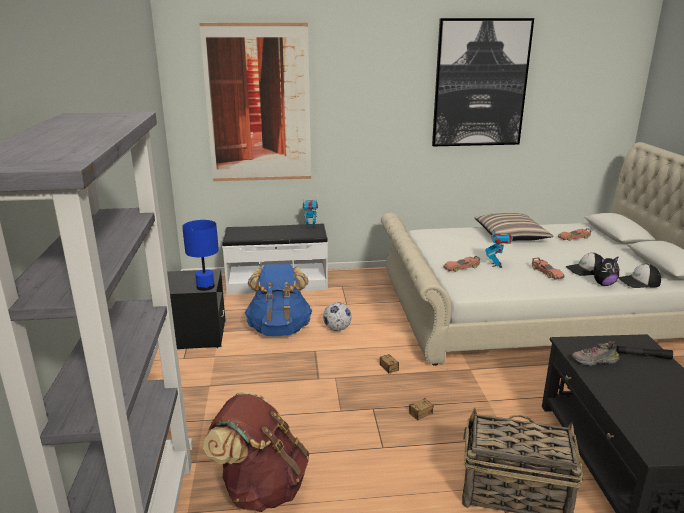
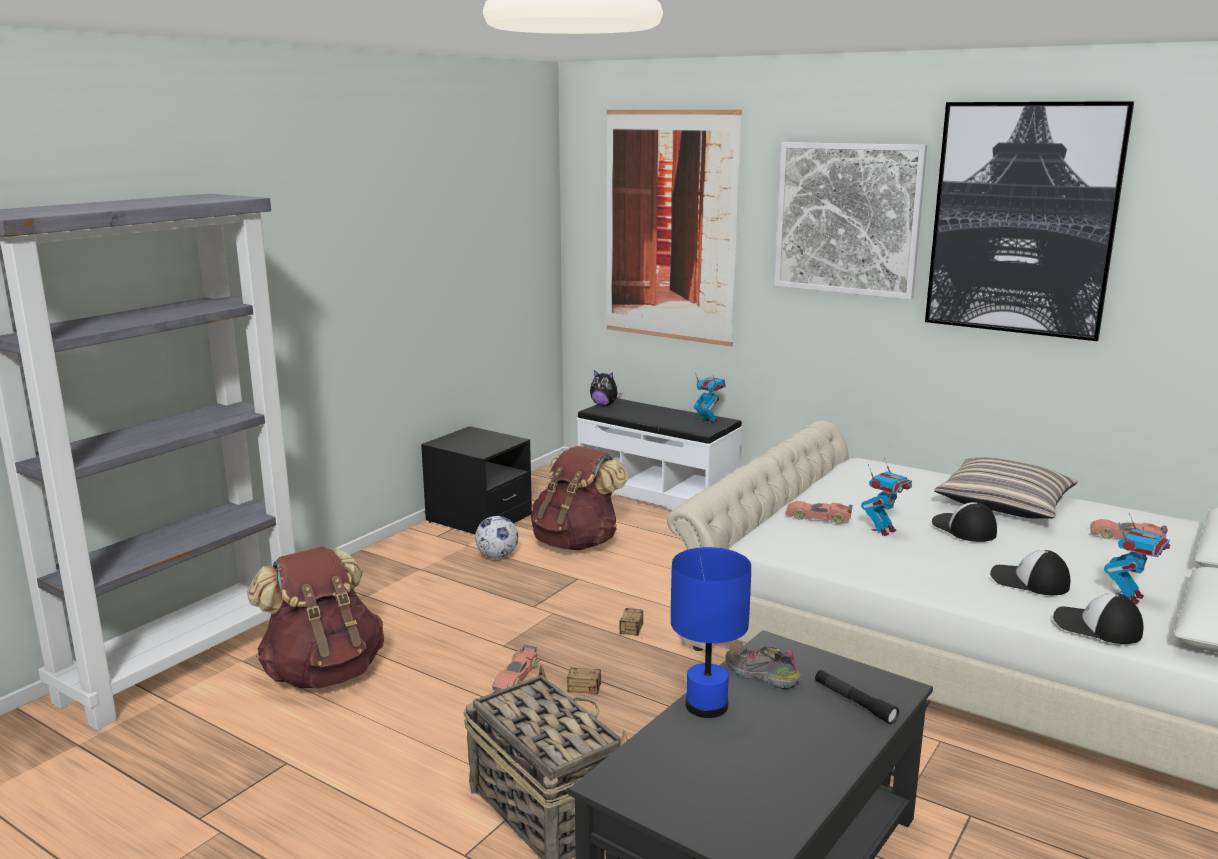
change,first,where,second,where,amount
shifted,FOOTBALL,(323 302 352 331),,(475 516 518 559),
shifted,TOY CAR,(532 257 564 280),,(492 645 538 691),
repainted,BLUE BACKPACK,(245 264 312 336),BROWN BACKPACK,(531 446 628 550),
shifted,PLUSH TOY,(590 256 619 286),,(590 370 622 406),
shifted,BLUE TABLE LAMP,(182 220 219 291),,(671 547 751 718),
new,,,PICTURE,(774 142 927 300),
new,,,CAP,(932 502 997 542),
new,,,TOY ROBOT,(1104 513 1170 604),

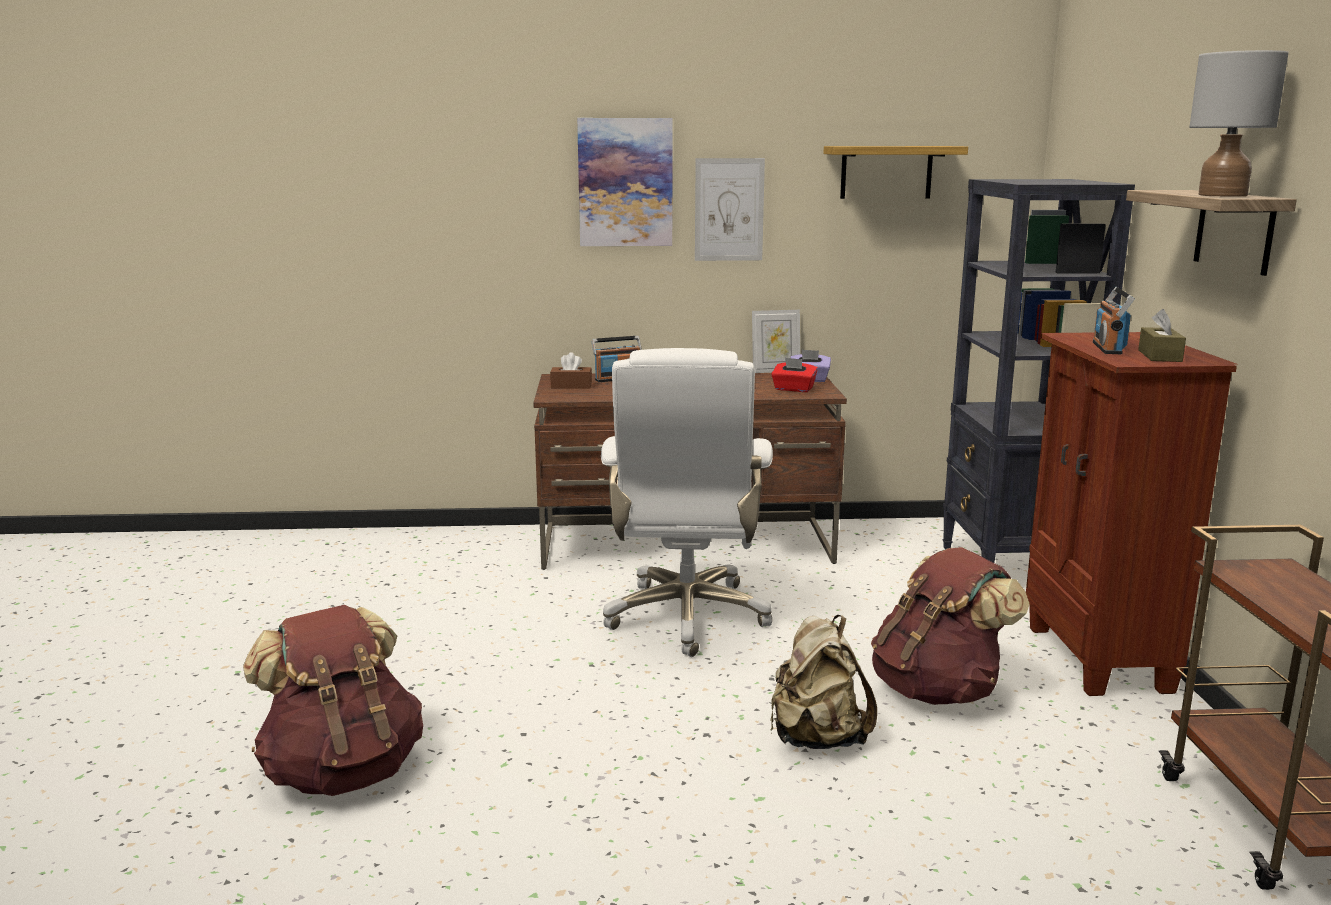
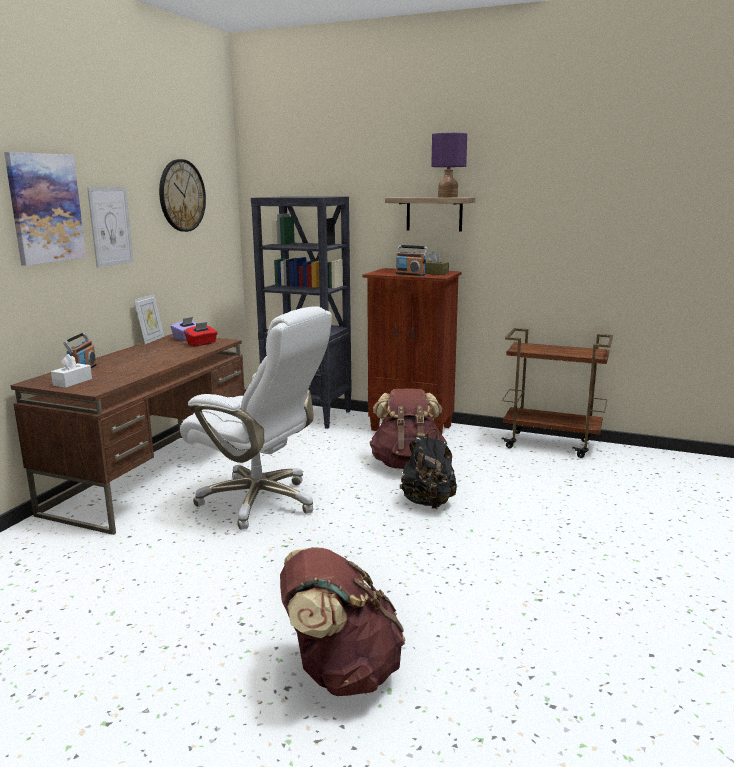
change,first,where,second,where,amount
repainted,BROWN TISSUE BOX,(550 353 592 389),WHITE TISSUE BOX,(51 354 92 388),
swapped,SHELF,(823 146 968 199),WALL CLOCK,(159 159 206 232),
repainted,BEIGE BACKPACK,(770 615 877 749),BLACK BACKPACK,(400 429 457 509),
repainted,GREY TABLE LAMP,(1189 50 1289 197),PURPLE TABLE LAMP,(431 133 467 197),

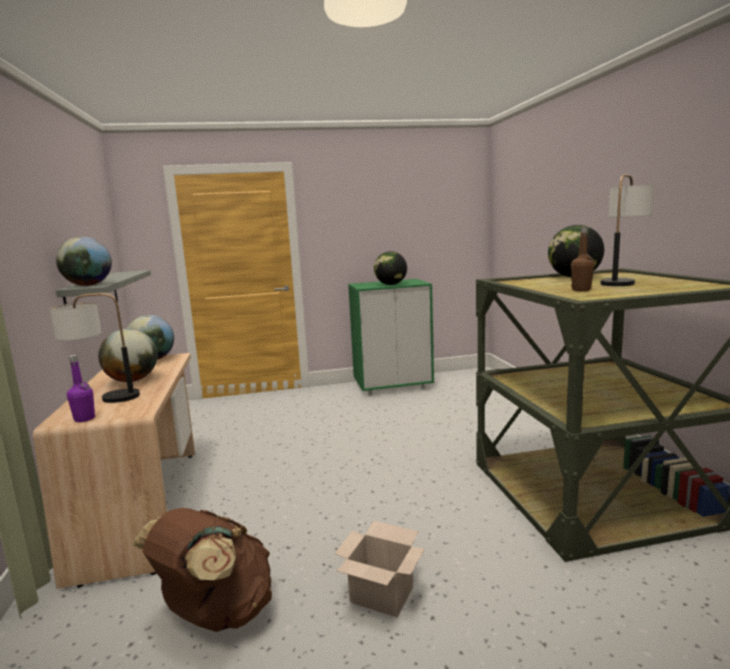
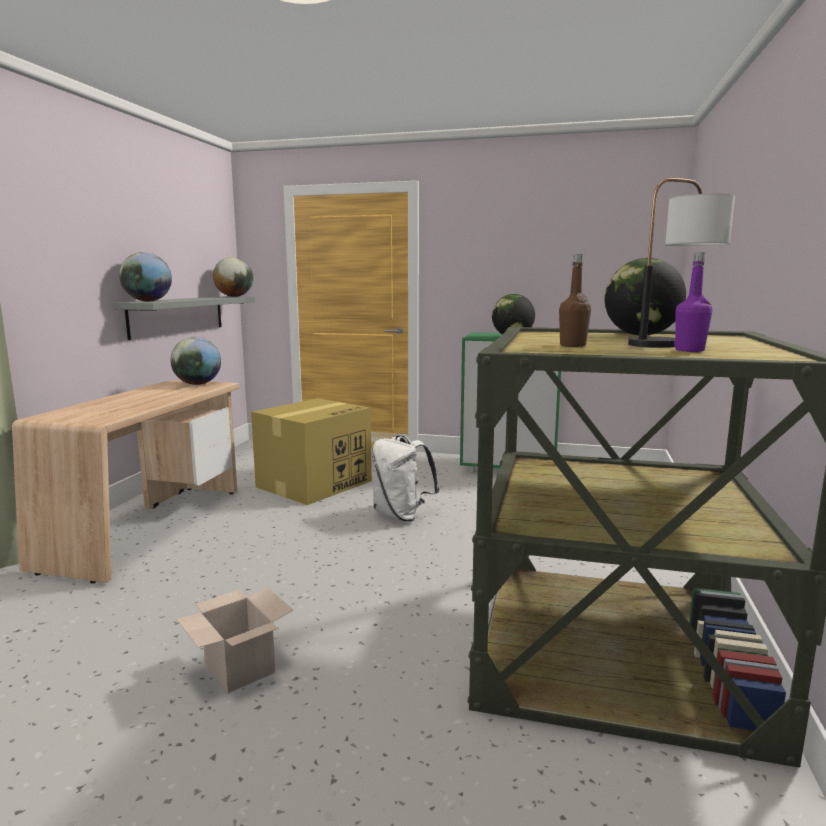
change,first,where,second,where,amount
shifted,GLOBE,(98 329 158 382),,(213 257 253 297),
new,,,CARDBOARD BOX,(251 398 372 505),
new,,,WHITE BACKPACK,(371 435 440 522),
shifted,PURPLE BOTTLE,(67 355 95 422),,(674 252 712 352),
gone,TABLE LAMP,(50 293 140 403),,,
gone,BROWN BACKPACK,(133 508 272 632),,,

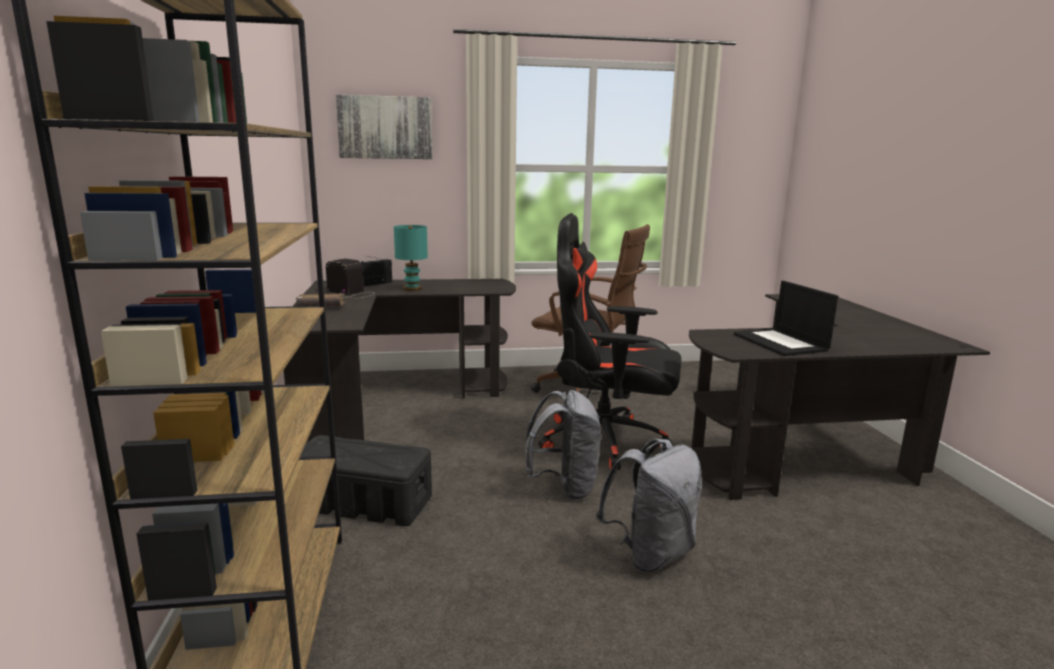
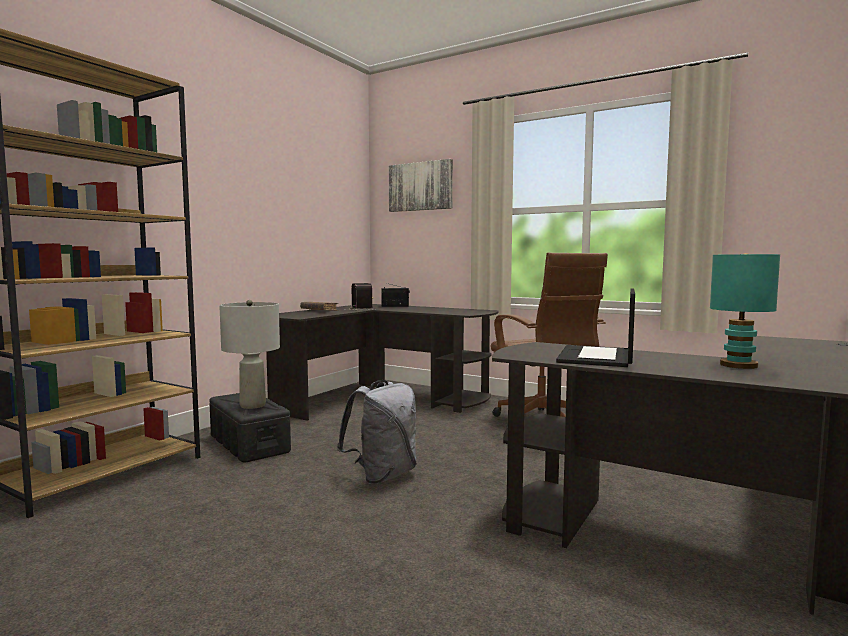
change,first,where,second,where,amount
new,,,GREY TABLE LAMP,(219 300 280 409),
shifted,TURQUOISE TABLE LAMP,(394 225 428 291),,(710 253 780 369),
gone,BLACK OFFICE CHAIR,(539 213 682 470),,,
gone,GREY BACKPACK,(596 439 702 572),,,

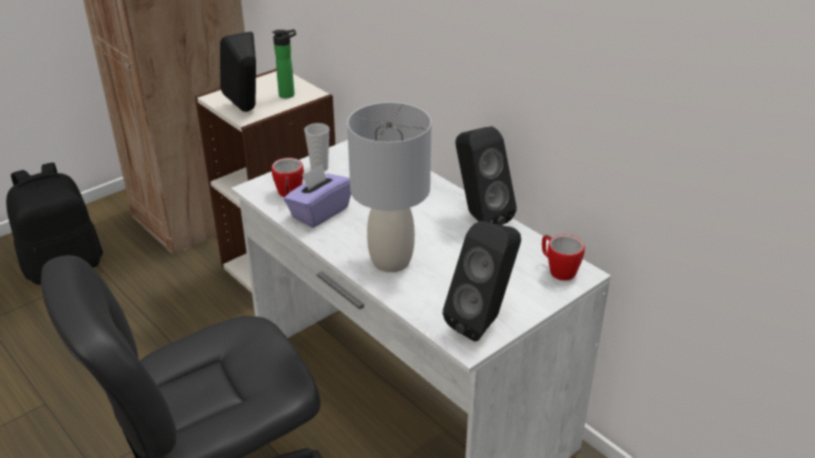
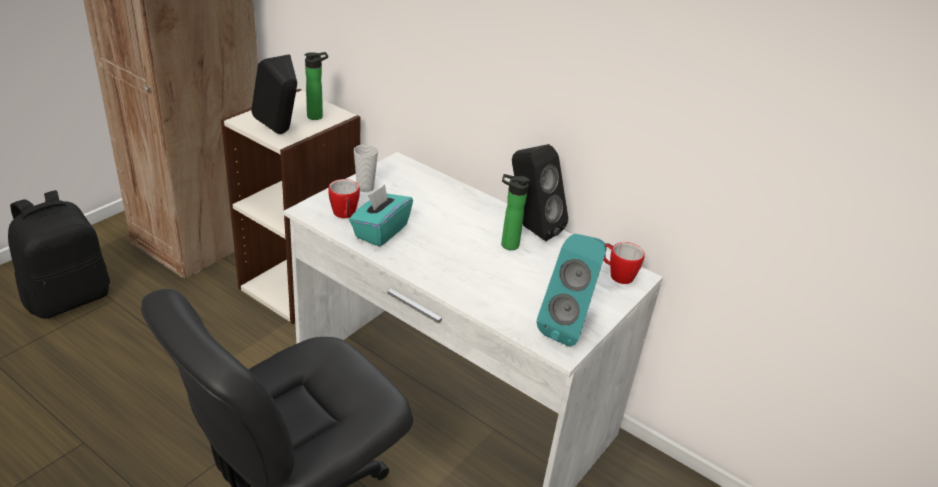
change,first,where,second,where,amount
repainted,PURPLE TISSUE BOX,(284 164 351 228),TURQUOISE TISSUE BOX,(349 185 413 247),
new,,,BOTTLE,(501 174 530 250),
repainted,BLACK SPEAKER,(443 221 521 341),TURQUOISE SPEAKER,(537 234 607 346),
gone,GREY TABLE LAMP,(347 102 432 272),,,

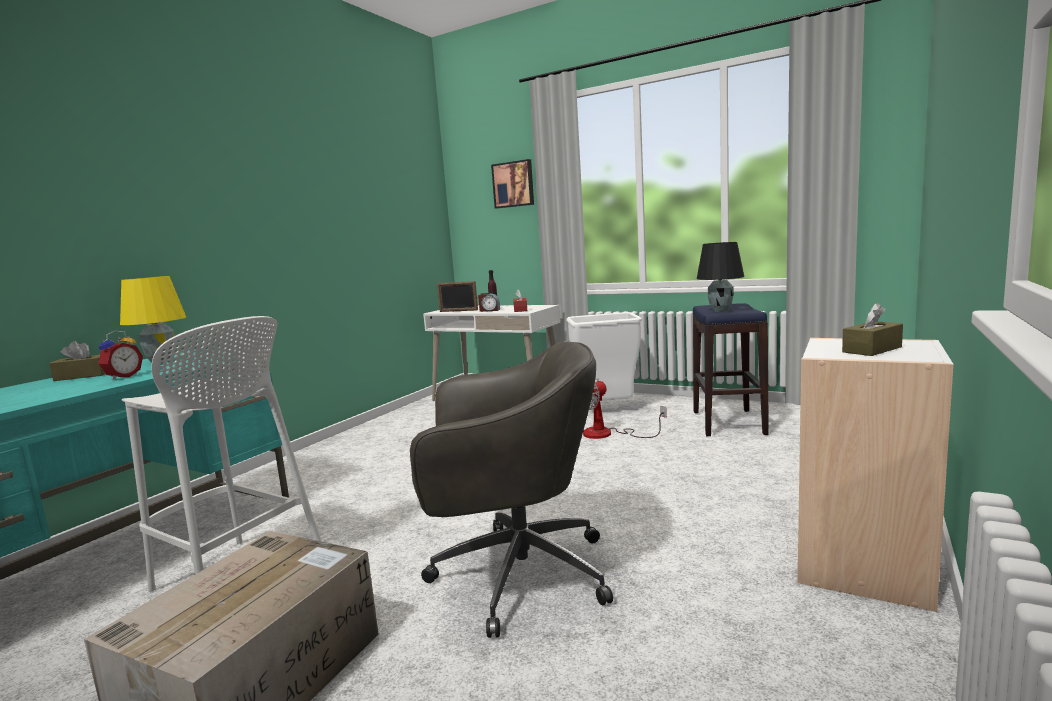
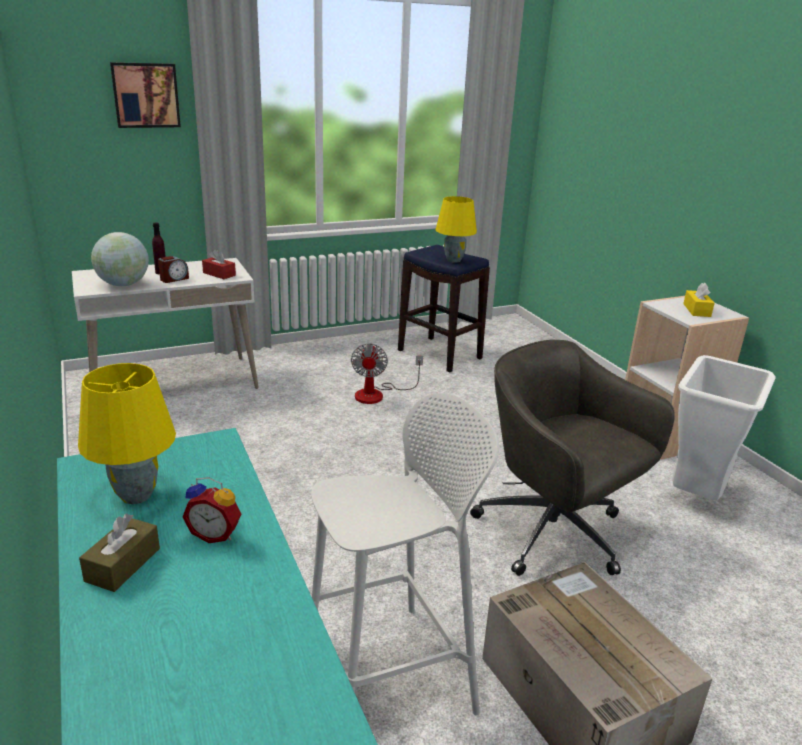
change,first,where,second,where,amount
swapped,PICTURE FRAME,(437 281 478 312),GLOBE,(91 232 149 286),
rotated,ALARM CLOCK,(98 330 143 380),,(182 477 241 543),135 degrees clockwise
repainted,BLACK TABLE LAMP,(697 242 744 312),YELLOW TABLE LAMP,(435 196 477 263),
rotated,GREY OFFICE CHAIR,(410 341 613 638),,(470 340 675 576),75 degrees counterclockwise
shifted,WHITE TRASH CAN,(566 312 642 401),,(672 355 776 500),
repainted,BROWN TISSUE BOX,(842 303 903 356),YELLOW TISSUE BOX,(683 283 715 317),

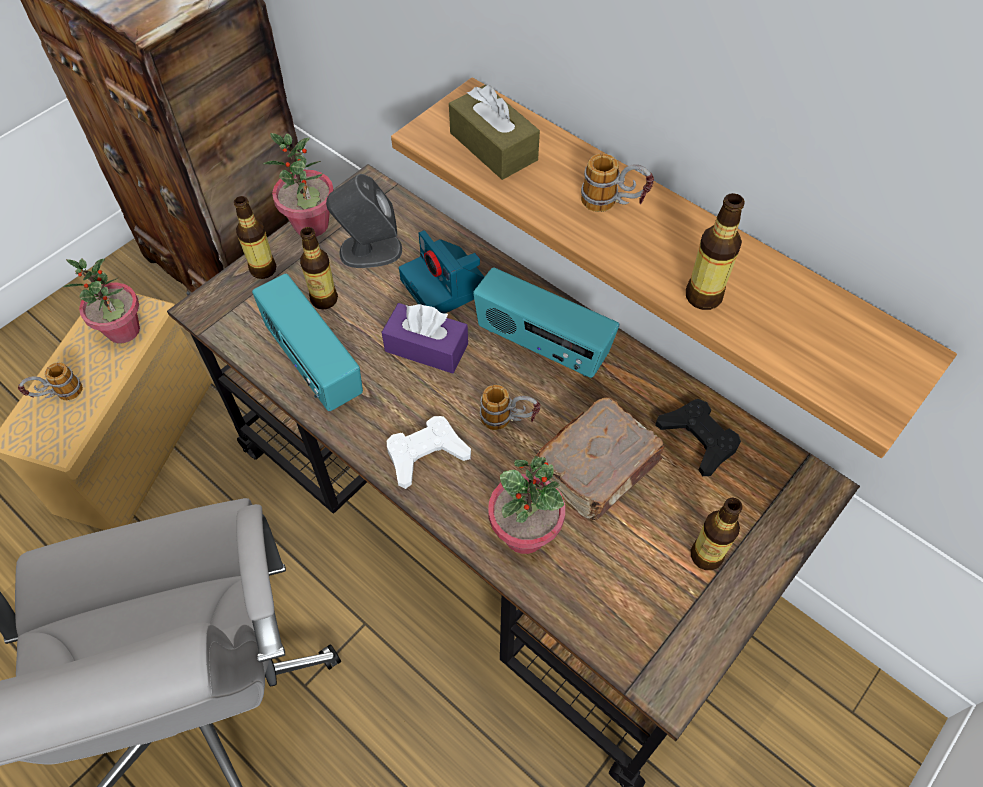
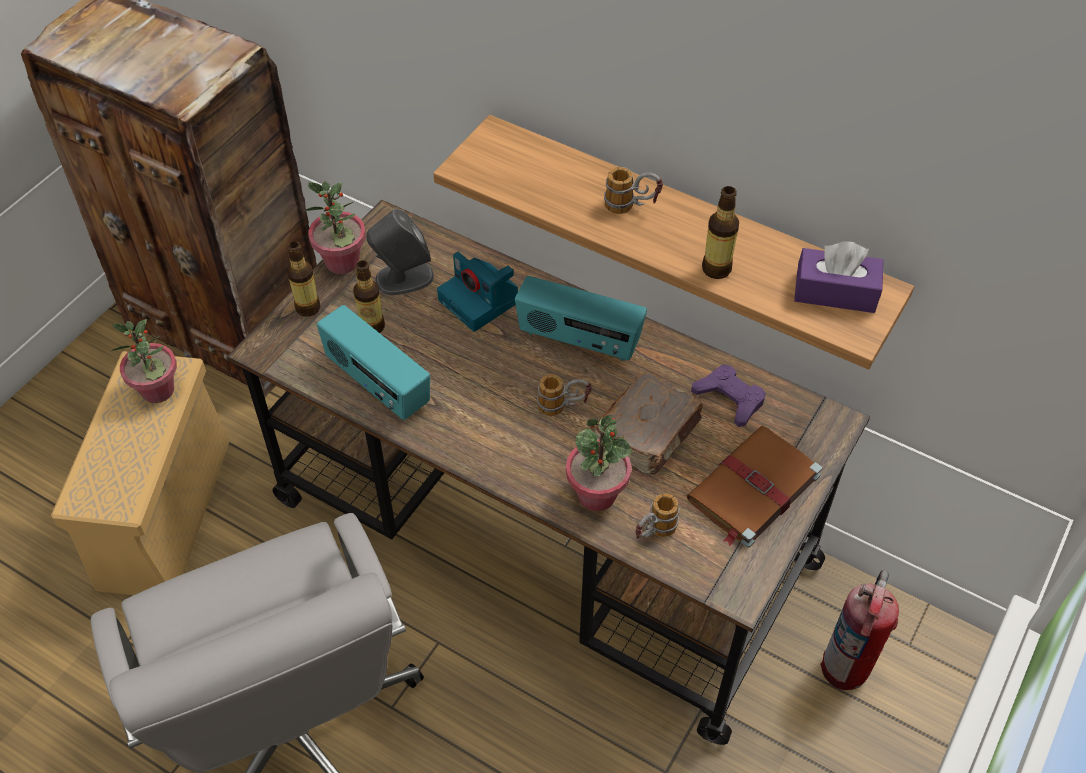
change,first,where,second,where,amount
shifted,MUG,(18 362 83 400),,(636 493 679 539),
swapped,BOTTLE,(691 497 743 570),BROWN BOOK,(687 426 822 547),
repainted,BLACK GAME CONTROLLER,(655 399 741 476),PURPLE GAME CONTROLLER,(691 364 766 427),
shifted,PURPLE TISSUE BOX,(382 303 468 374),,(794 241 884 313),
new,,,FIRE EXTINGUISHER,(820 570 899 690),
gone,WHITE GAME CONTROLLER,(387 416 471 489),,,
gone,BROWN TISSUE BOX,(449 85 540 180),,,

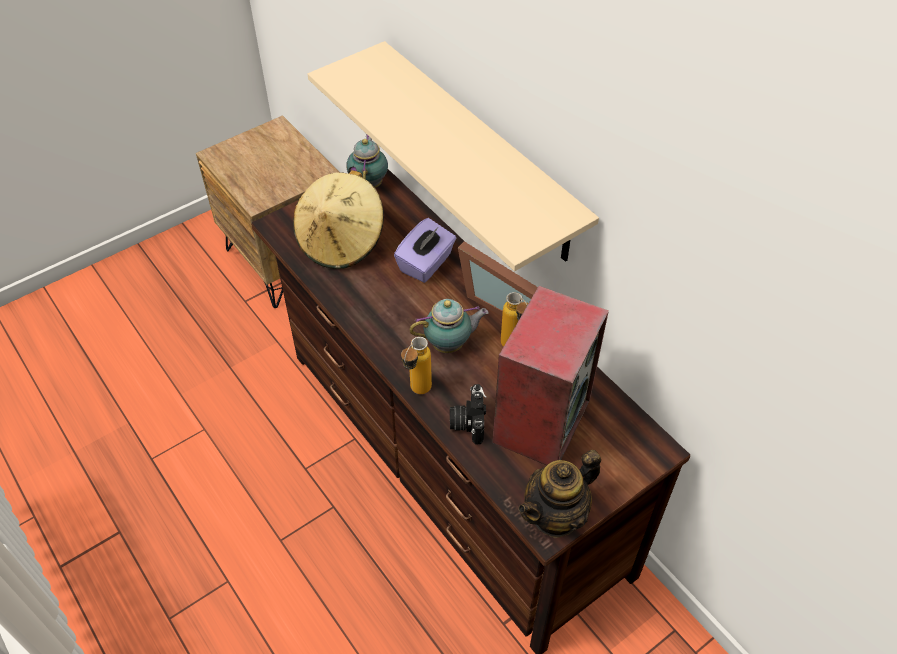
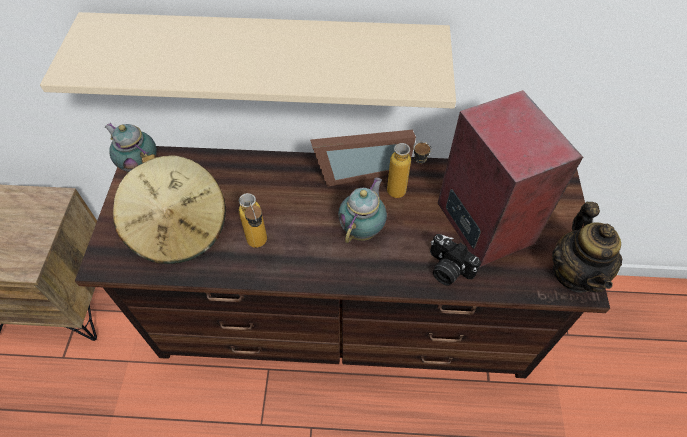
change,first,where,second,where,amount
shifted,BOTTLE,(401 337 432 394),,(239 193 267 248),
gone,PURPLE TISSUE BOX,(394 218 456 283),,,

